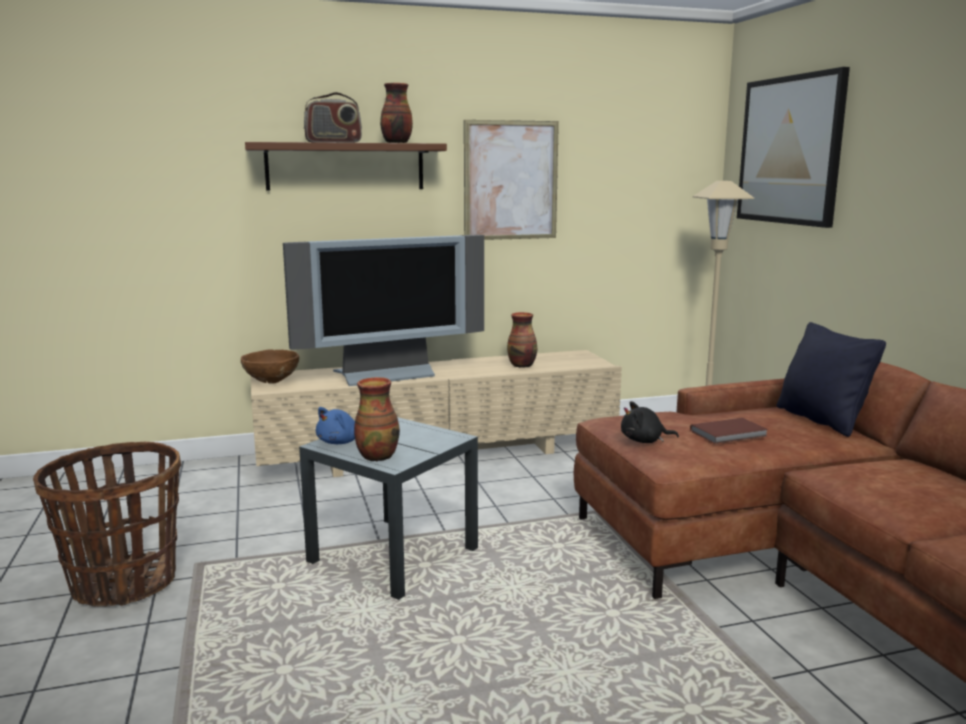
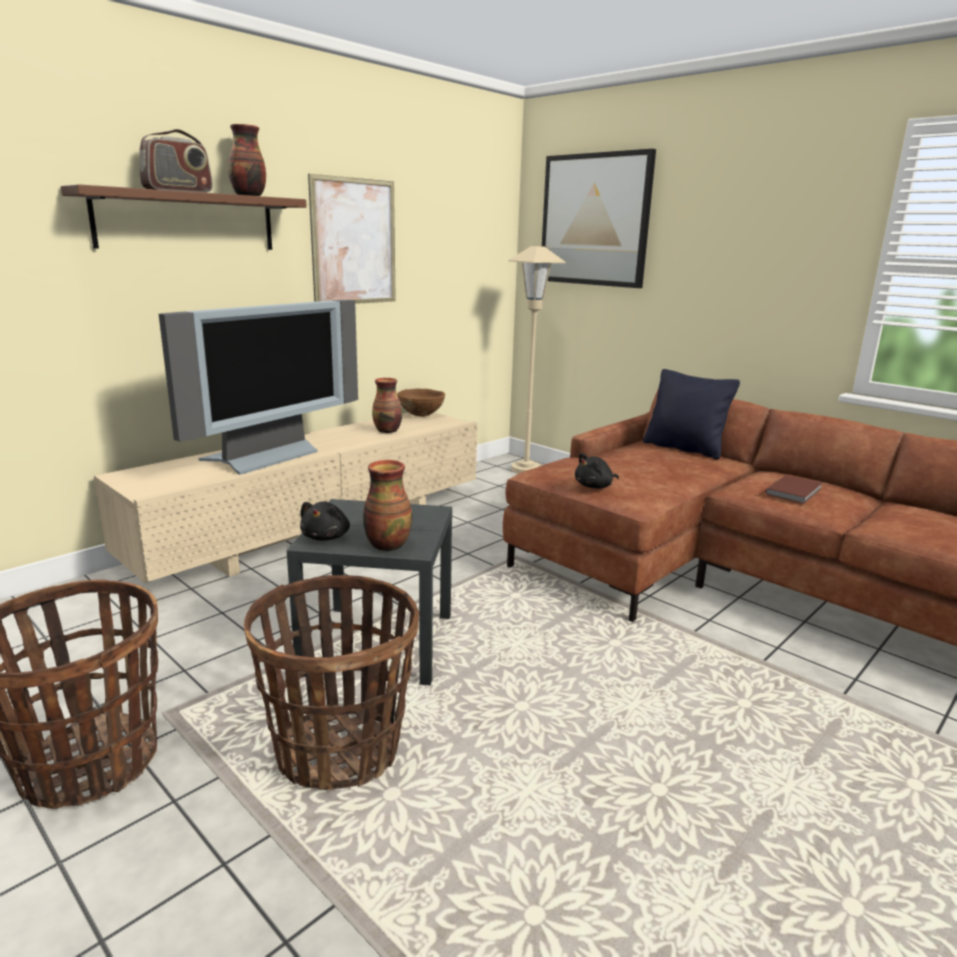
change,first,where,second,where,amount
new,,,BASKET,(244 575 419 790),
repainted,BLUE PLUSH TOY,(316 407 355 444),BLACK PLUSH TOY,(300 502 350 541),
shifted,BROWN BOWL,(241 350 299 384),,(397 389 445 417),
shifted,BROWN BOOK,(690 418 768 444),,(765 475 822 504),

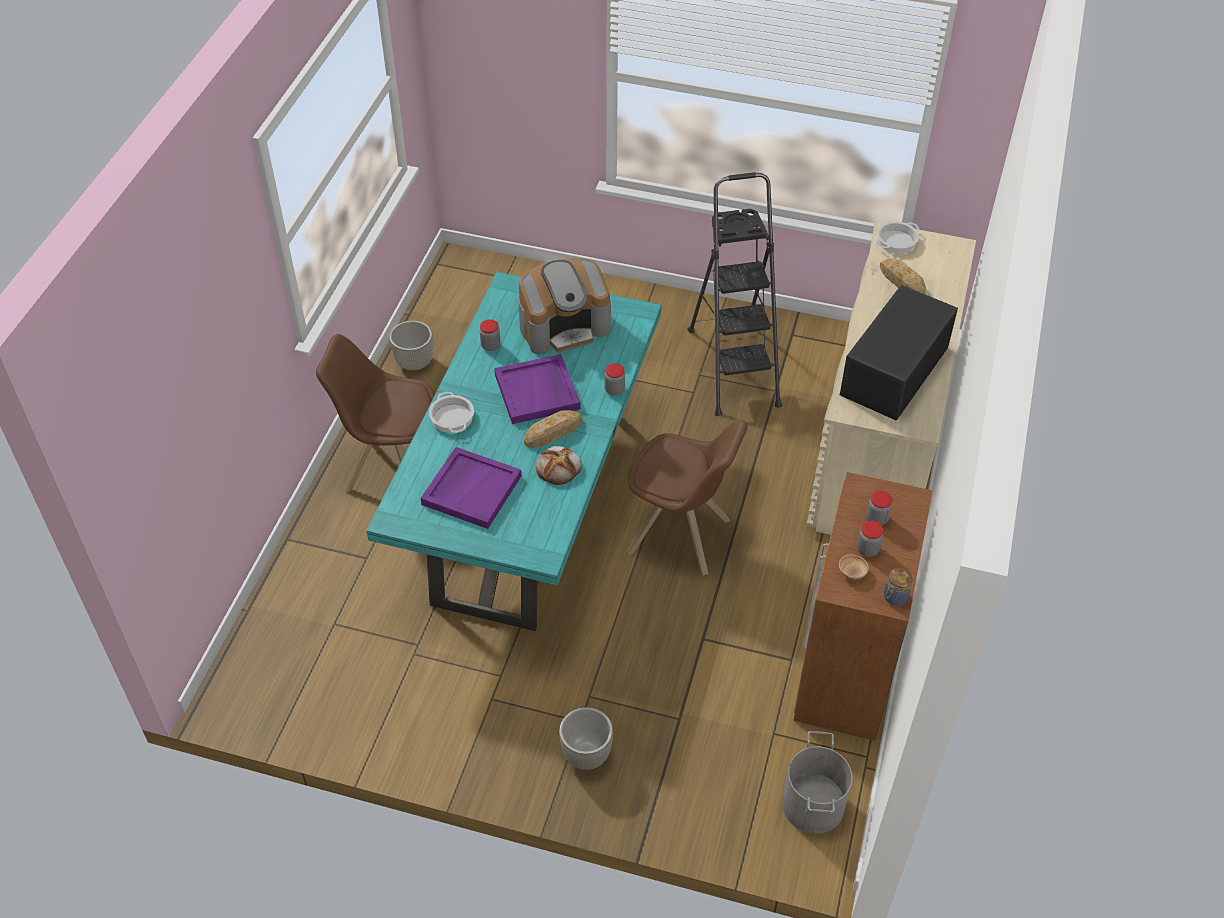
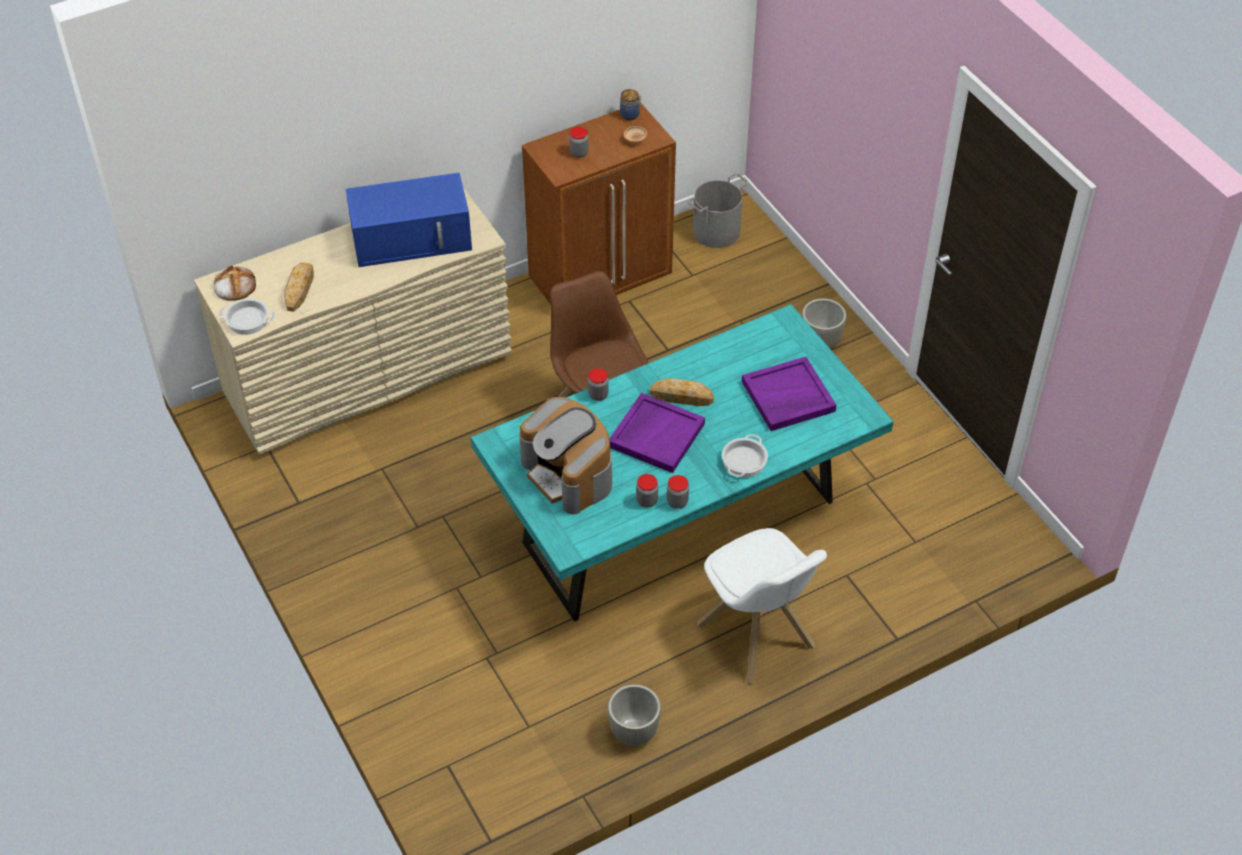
change,first,where,second,where,amount
shifted,BREAD,(536 446 582 485),,(214 265 256 301),
repainted,BLACK MICROWAVE,(840 285 958 421),BLUE MICROWAVE,(346 173 472 267),
rotated,COFFEE MACHINE,(518 258 611 354),,(519 397 612 514),150 degrees counterclockwise
shifted,JAR,(857 521 884 557),,(667 475 689 509),
repainted,BROWN CHAIR,(316 334 435 493),WHITE CHAIR,(697 528 827 684),
gone,STEP LADDER,(687 172 782 416),,,

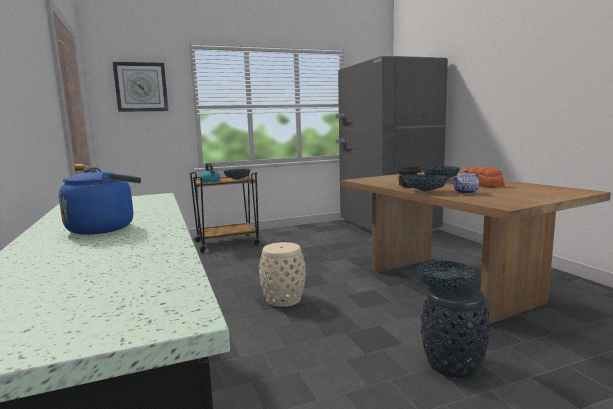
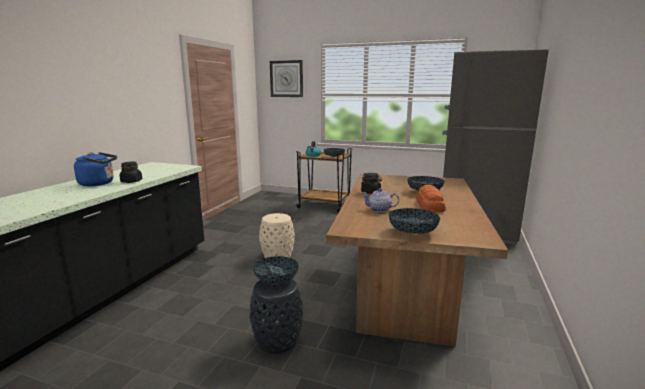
change,first,where,second,where,amount
new,,,BLACK JAR,(120 162 142 183),
shifted,BOWL,(404 174 448 192),,(389 208 440 234),

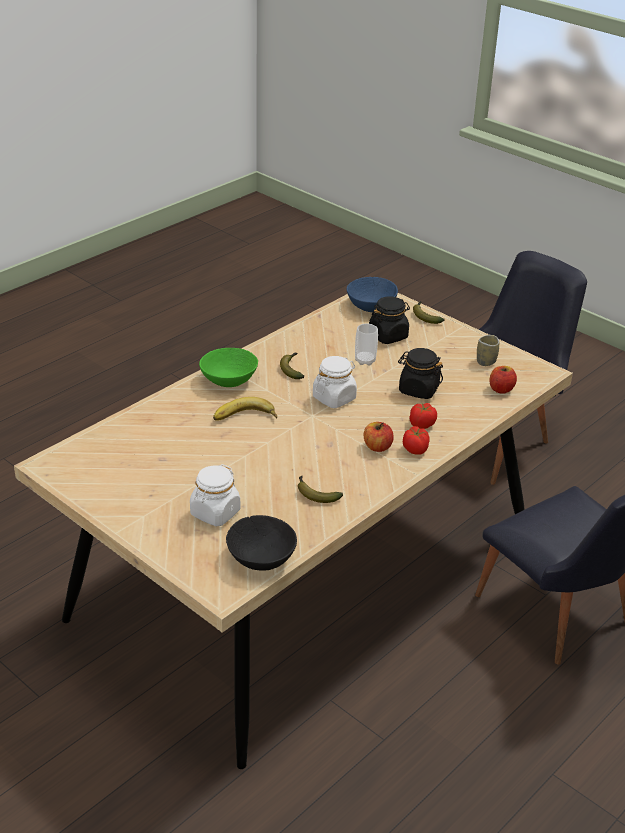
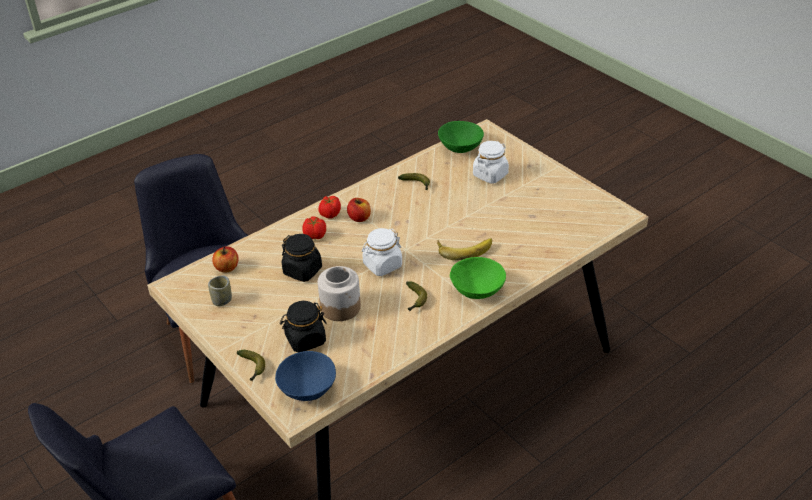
change,first,where,second,where,amount
swapped,CUP,(355 323 378 366),JAR,(318 266 361 321),
repainted,BLACK BOWL,(226 515 297 571),GREEN BOWL,(438 121 484 153),

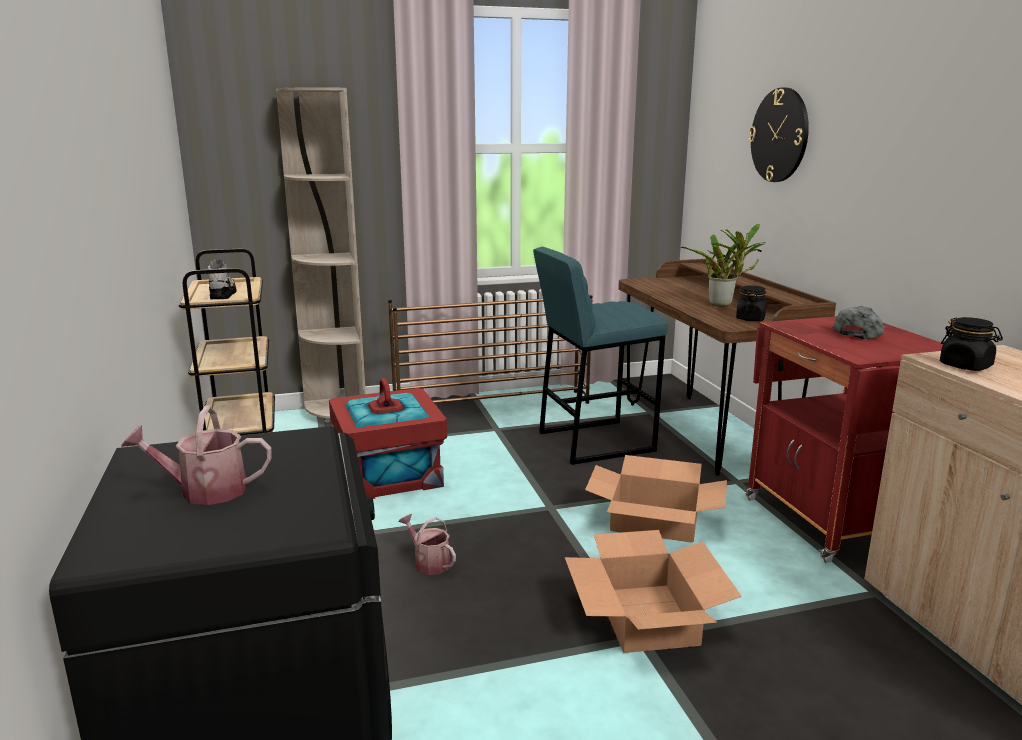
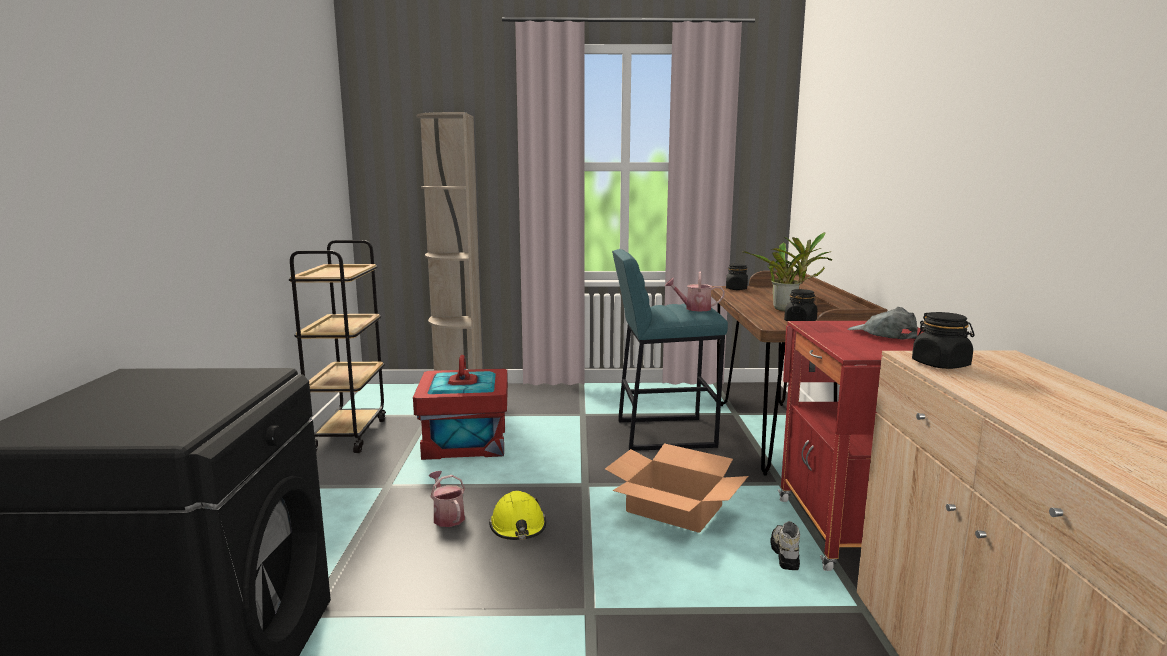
change,first,where,second,where,amount
new,,,YELLOW HARD HAT,(489 491 546 540),
shifted,WATERING CAN,(121 405 272 505),,(665 272 725 311),
new,,,BLACK JAR,(726 264 748 290),
shifted,SHOE,(207 259 237 300),,(770 521 800 570),
rotated,GREY CAP,(833 306 886 339),,(847 307 918 340),75 degrees counterclockwise
gone,BROWN SHOE RACK,(388 295 593 404),,,
gone,CARDBOARD BOX,(565 530 742 653),,,
gone,WALL CLOCK,(748 88 809 182),,,

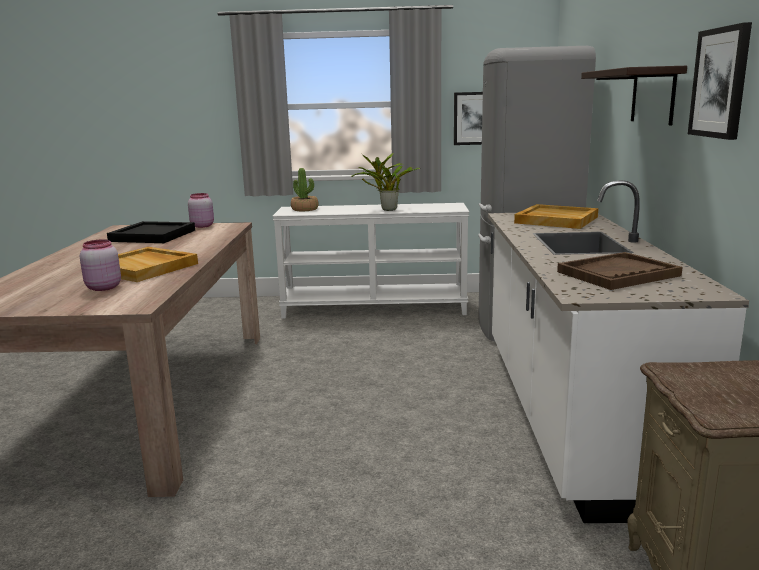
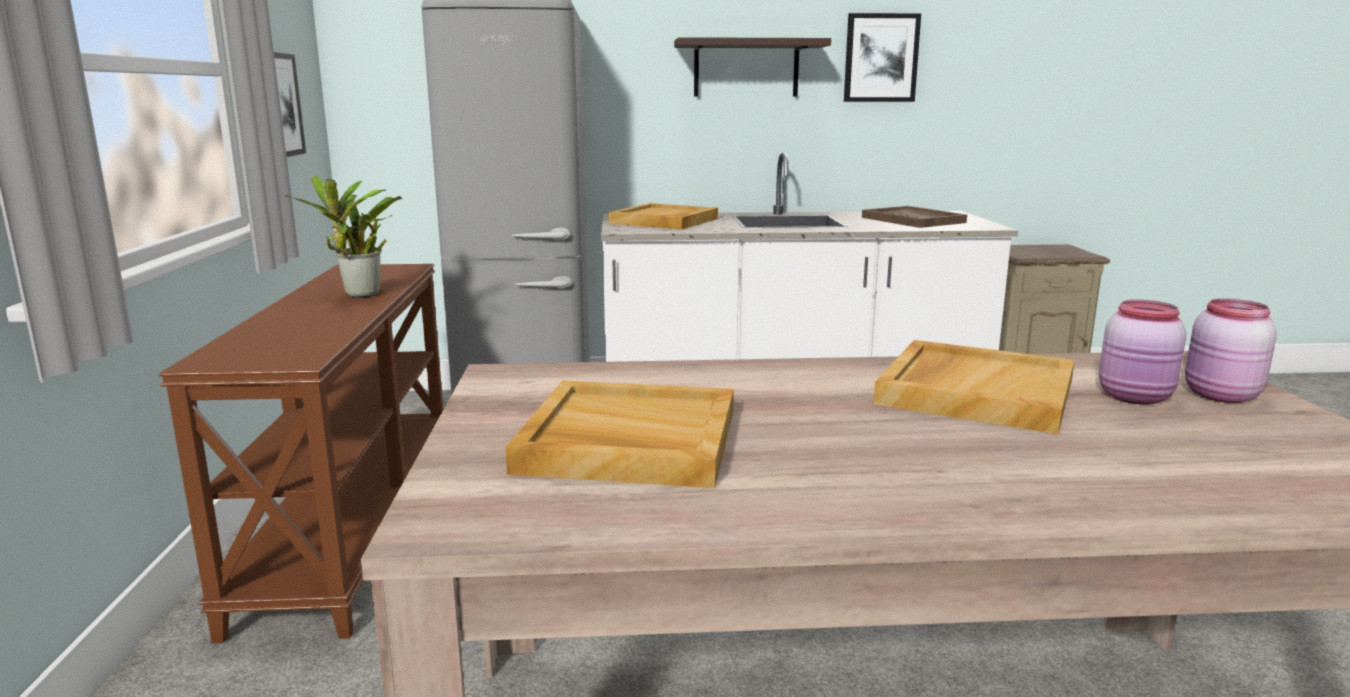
change,first,where,second,where,amount
repainted,WHITE CONSOLE TABLE,(272 203 470 319),BROWN CONSOLE TABLE,(159 264 443 643),
repainted,BLACK TRAY,(107 221 195 243),BEIGE TRAY,(505 381 734 488),
shifted,PINK JAR,(188 193 214 228),,(1185 299 1277 403),
gone,POTTED PLANT,(291 168 319 211),,,

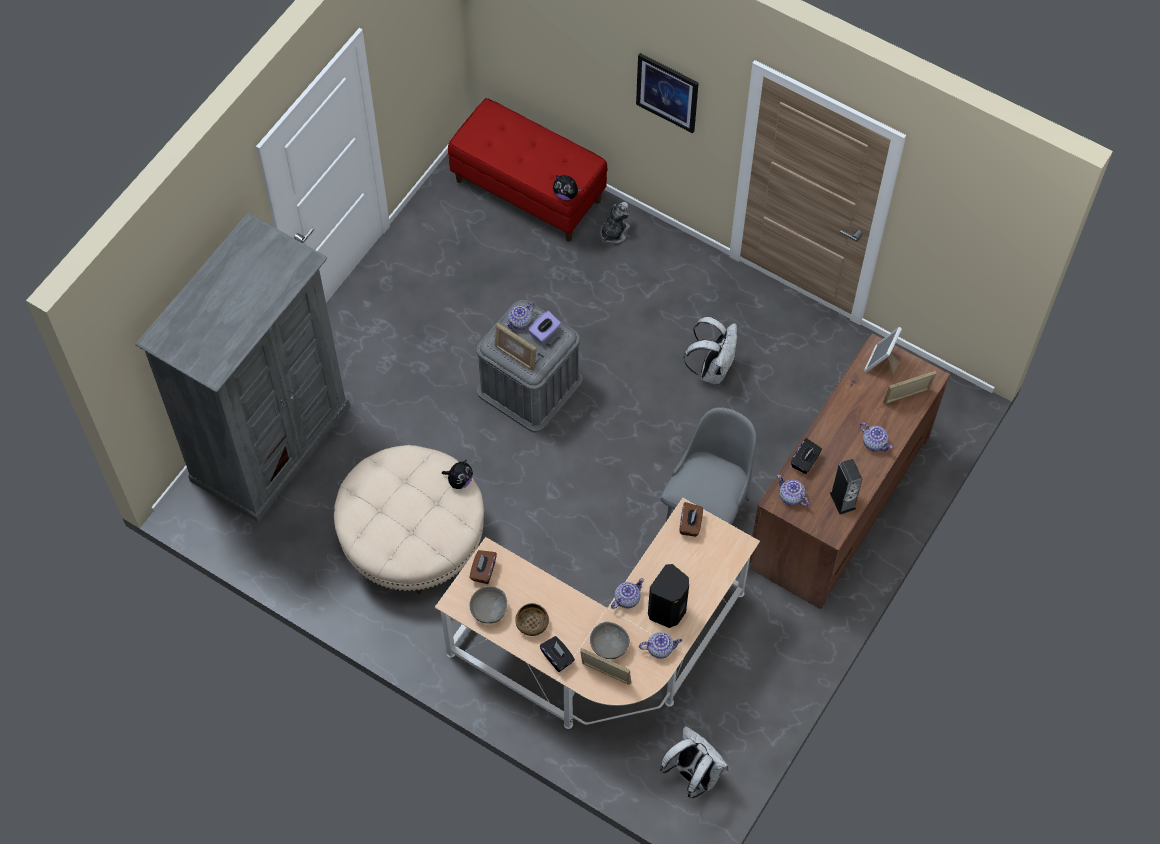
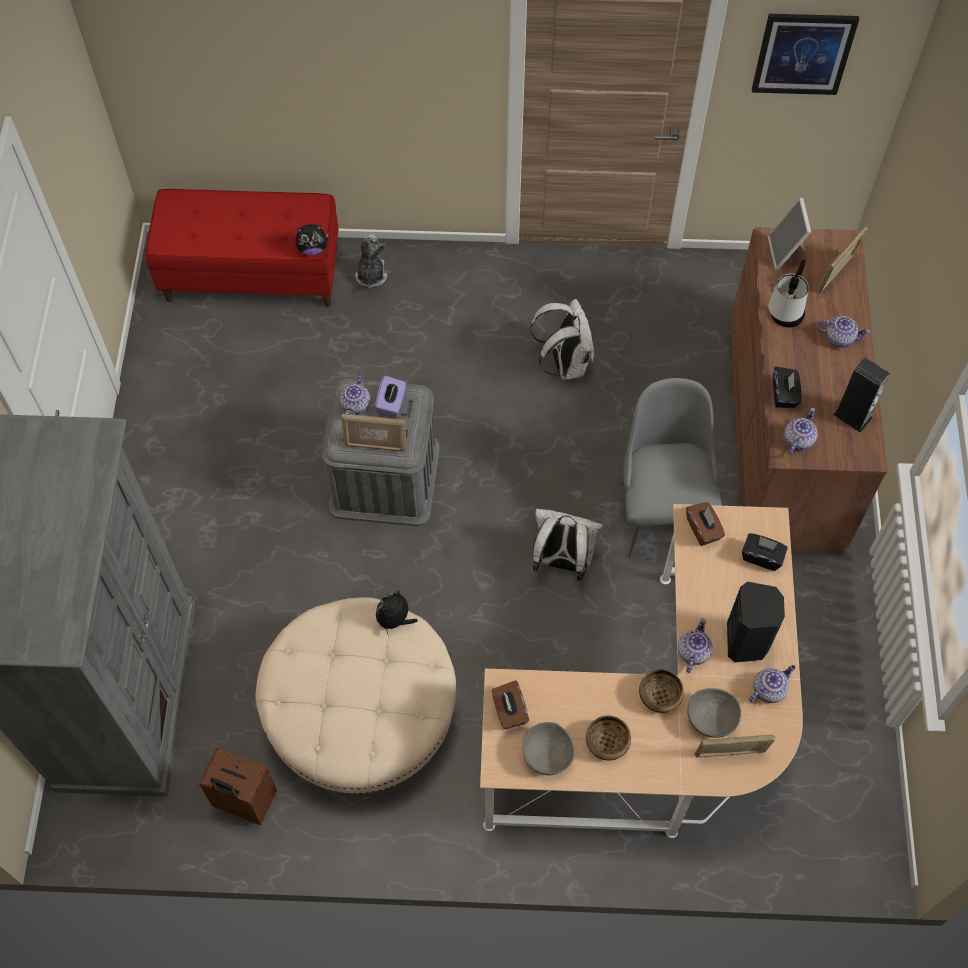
change,first,where,second,where,amount
new,,,BROWN SUITCASE,(199 748 277 825),
rotated,PLUSH TOY,(442 459 473 489),,(376 590 418 636),150 degrees counterclockwise
shifted,WHITE BACKPACK,(660 726 729 799),,(532 509 603 581),
new,,,BOWL,(639 669 684 713),
shifted,BLACK TISSUE BOX,(540 636 575 672),,(742 533 788 571),
shifted,PICTURE,(636 53 699 133),,(752 14 859 95),
new,,,TABLE LAMP,(768 259 809 327),
rotated,TEAPOT,(777 475 809 507),,(784 408 818 455),105 degrees clockwise

